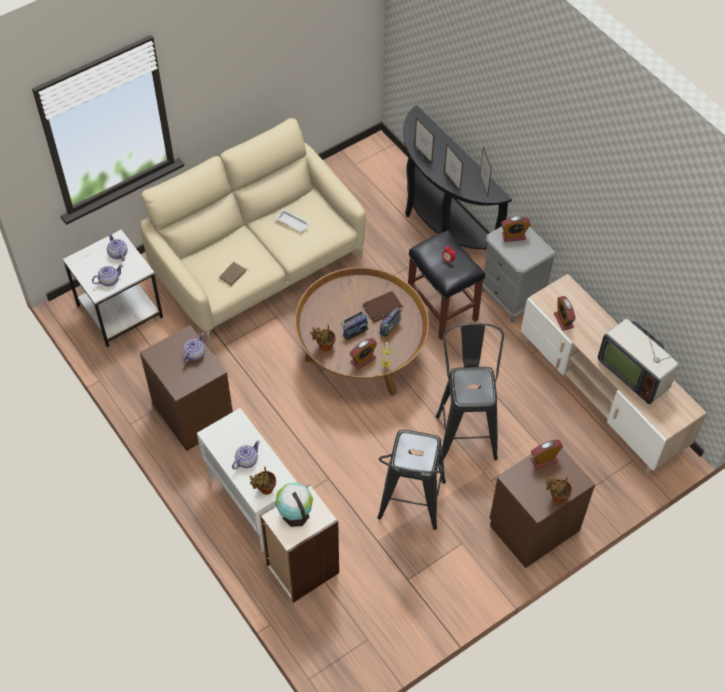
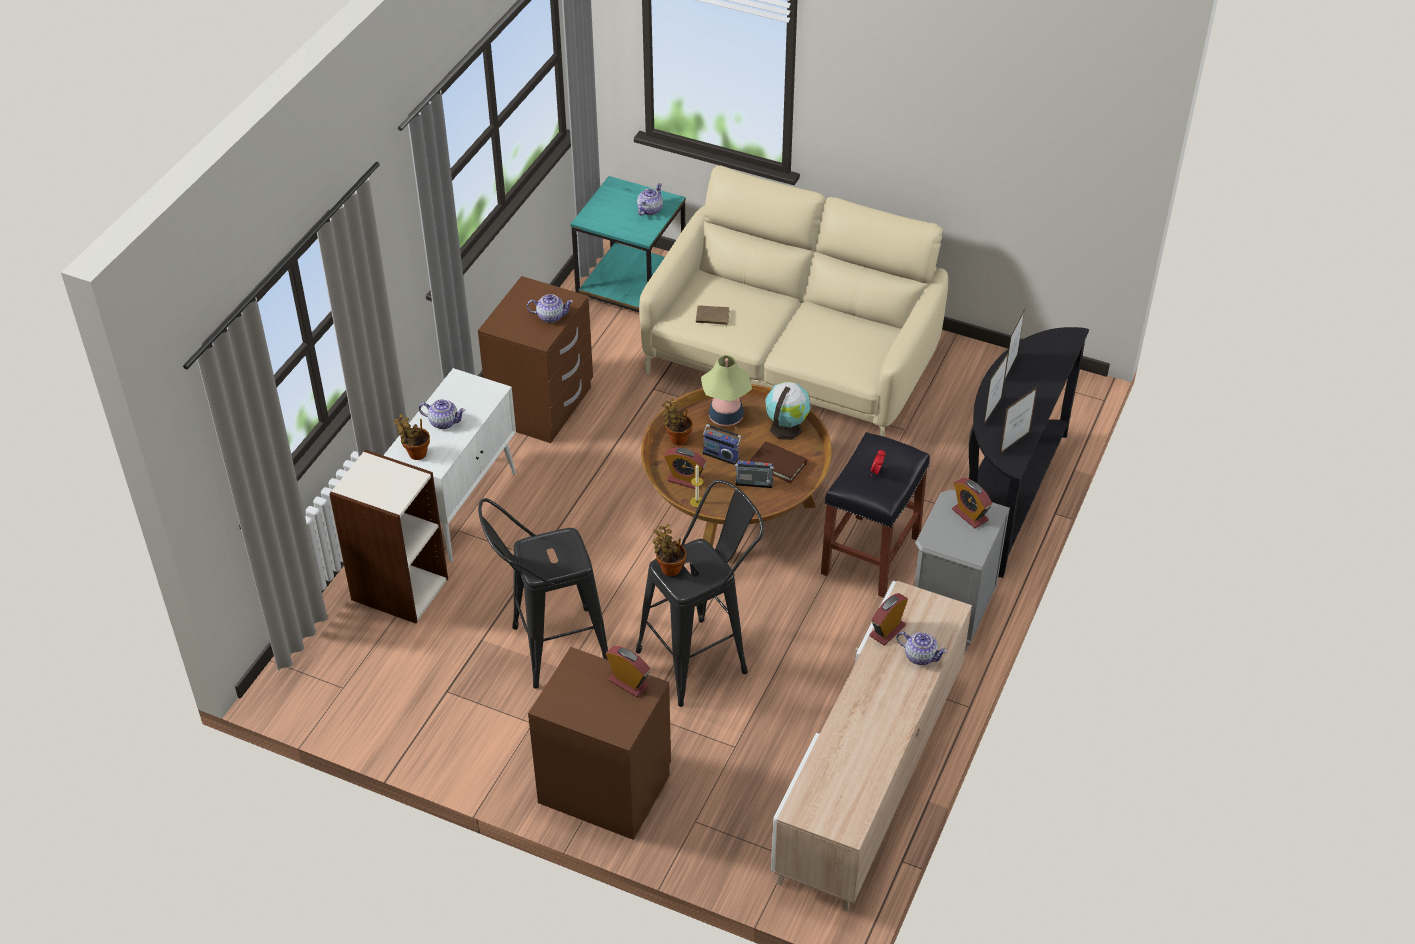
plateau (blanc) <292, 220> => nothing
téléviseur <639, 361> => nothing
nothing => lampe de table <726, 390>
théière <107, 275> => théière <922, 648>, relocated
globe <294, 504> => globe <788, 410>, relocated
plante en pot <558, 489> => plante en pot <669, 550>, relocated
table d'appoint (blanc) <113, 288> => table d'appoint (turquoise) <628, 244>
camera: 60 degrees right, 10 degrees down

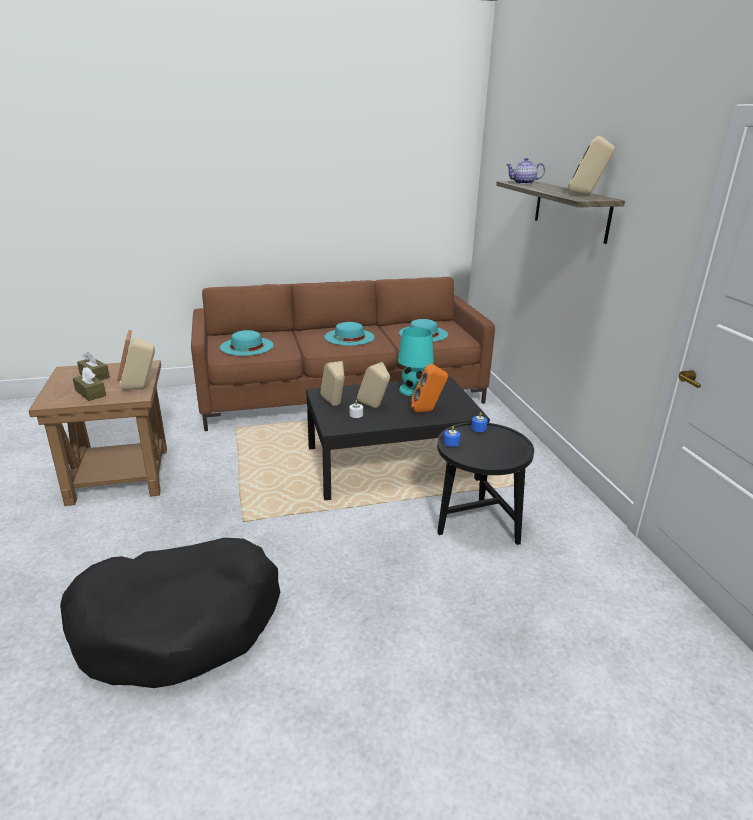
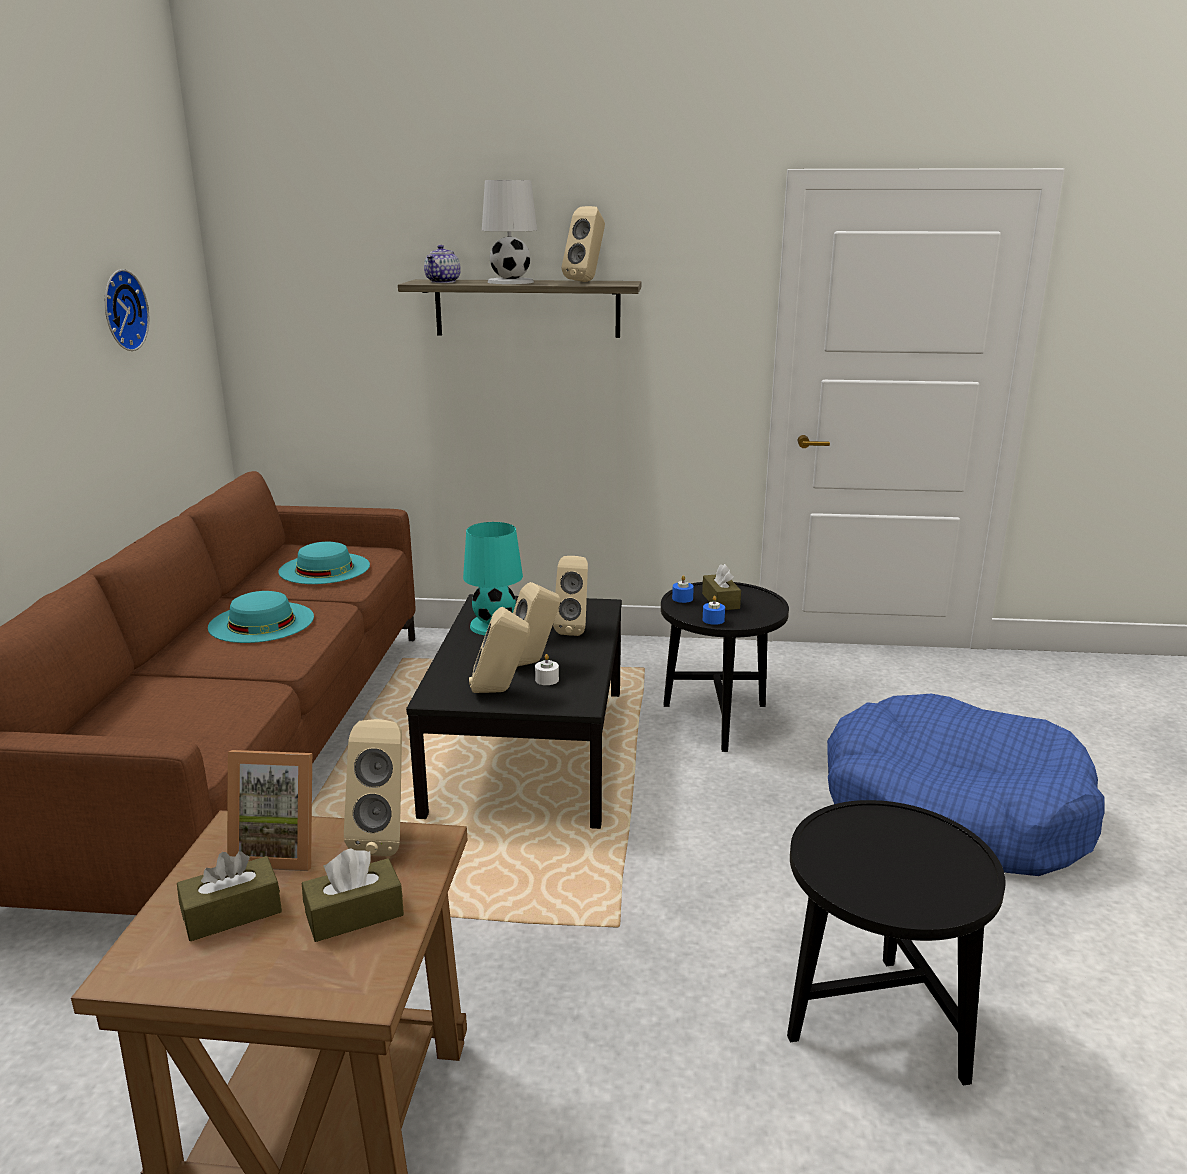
chapeau (turquoise) <246, 343> => nothing
nothing => horloge murale <127, 310>
nothing => lampe de table (blanc) <509, 232>
nothing => boîte à mouchoirs (marron) <721, 587>
nothing => panier pour chien (bleu) <966, 785>
panier pour chien (noir) <170, 613> => table d'appoint (noir) <896, 943>
enceinte (orange) <429, 388> => enceinte (beige) <570, 596>
camera: 70 degrees left, 5 degrees down

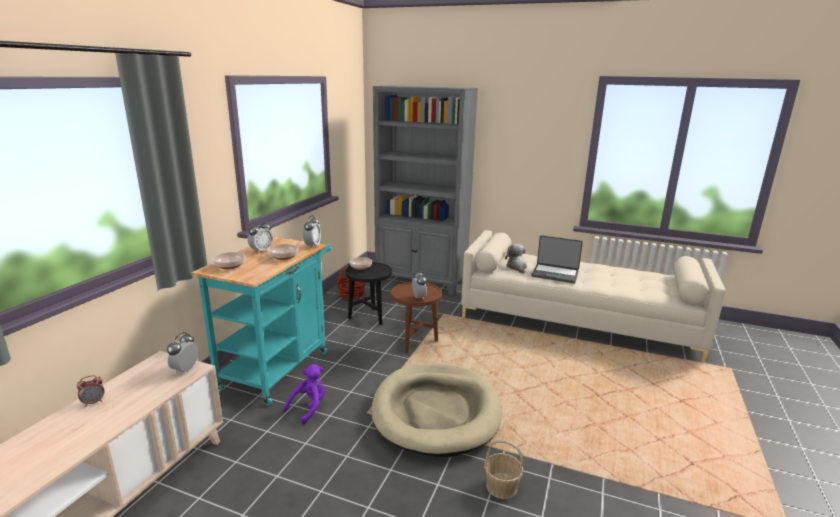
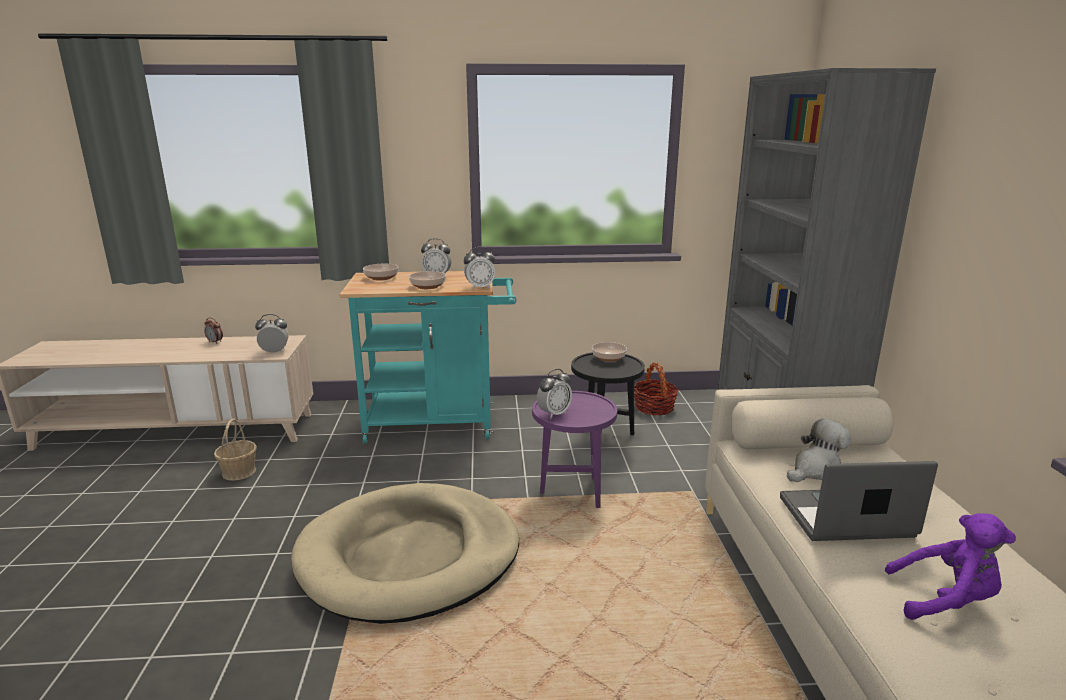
peluche (violet) <304, 394> => peluche (violet) <950, 566>, relocated
panier <503, 469> => panier <235, 450>, relocated
table d'appoint (marron) <416, 317> => table d'appoint (violet) <574, 449>
ordinateur portable <557, 259> => ordinateur portable <859, 501>, 90 degrees clockwise
camera: 65 degrees right, 0 degrees up

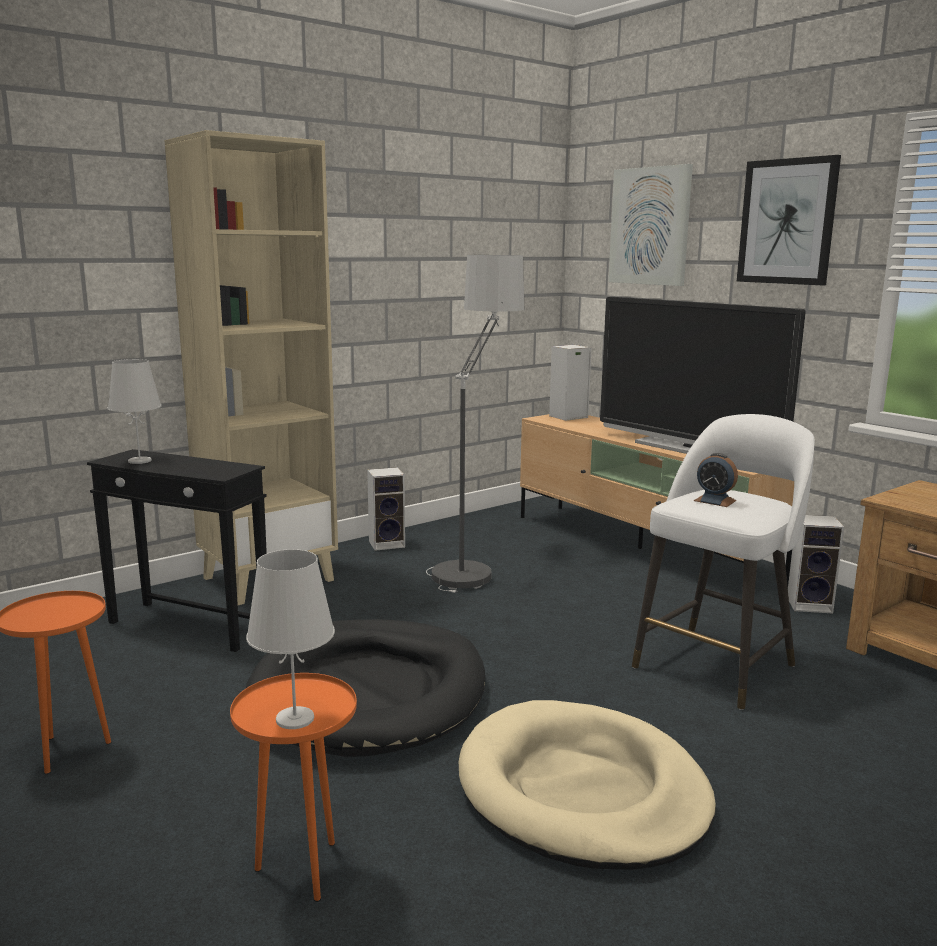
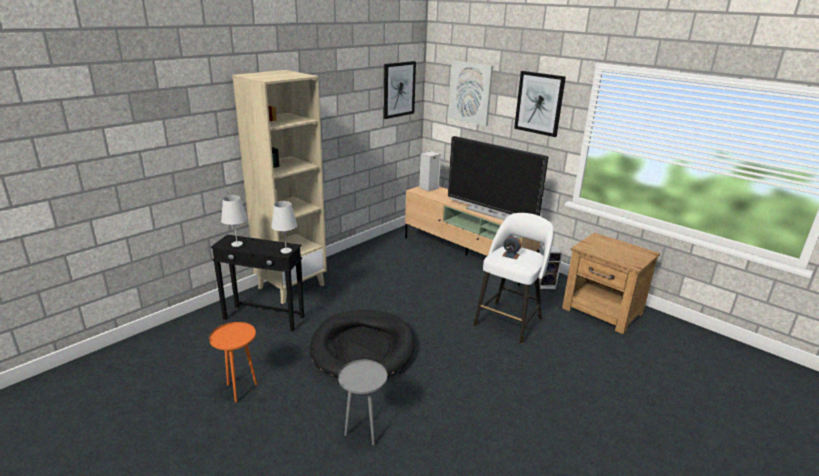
enceinte <386, 509> => nothing
lampadaire <475, 424> => nothing
panier pour chien (beige) <587, 785> => nothing
nothing => tableau <400, 90>
lampe de table (blanc) <290, 639> => lampe de table (blanc) <284, 227>, relocated
table d'appoint (orange) <293, 787> => table d'appoint (gris) <362, 403>
camera: 10 degrees left, 10 degrees up

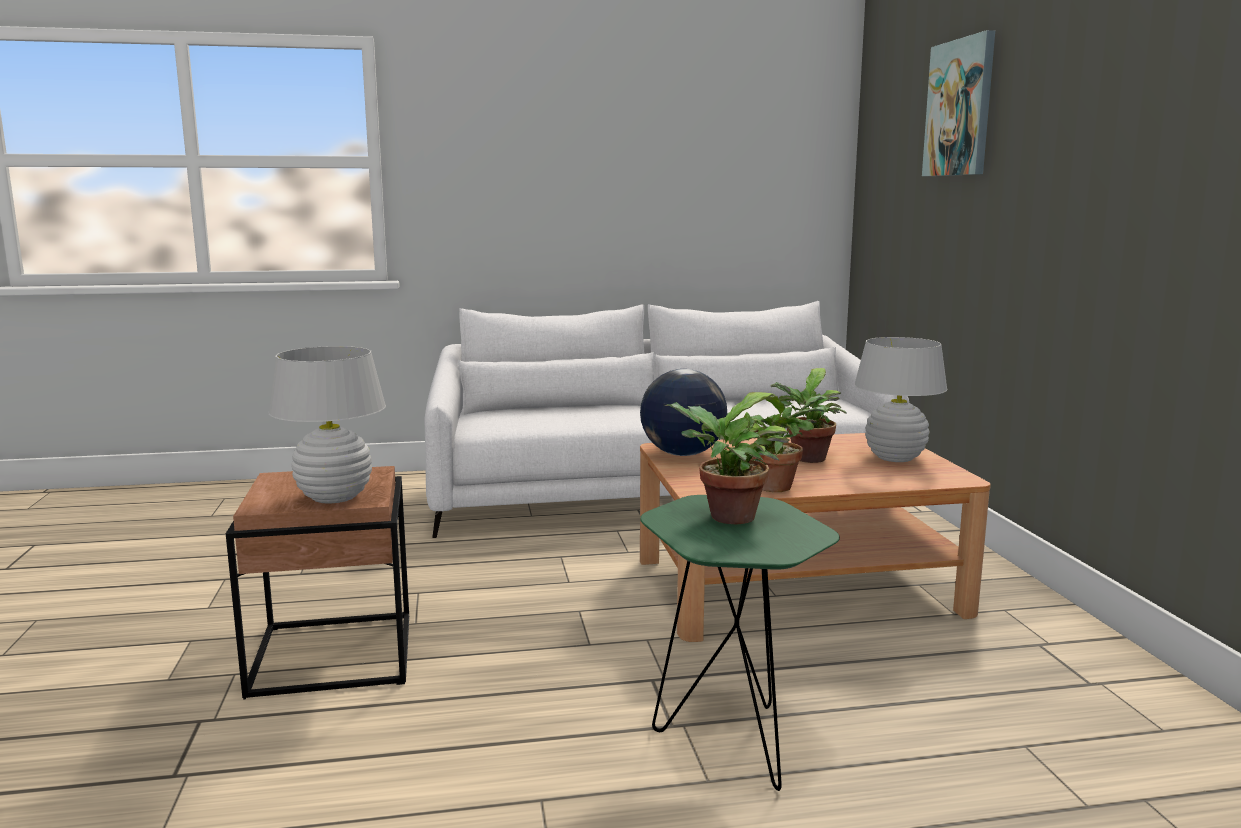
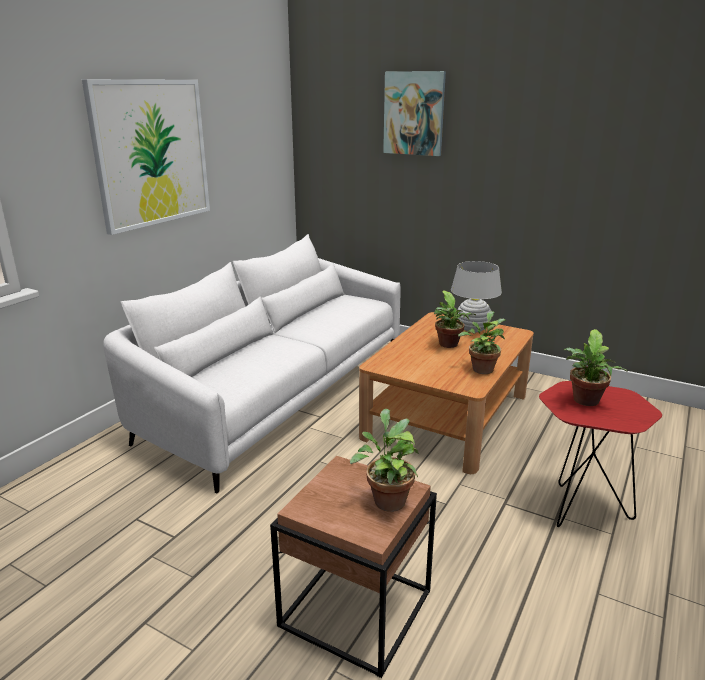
globe <683, 412> => nothing
nothing => tableau <146, 157>
lampe de table (blanc) <327, 425> => plante en pot <384, 460>
table d'appoint (vert) <740, 643> => table d'appoint (rouge) <600, 454>
camera: 50 degrees left, 10 degrees up

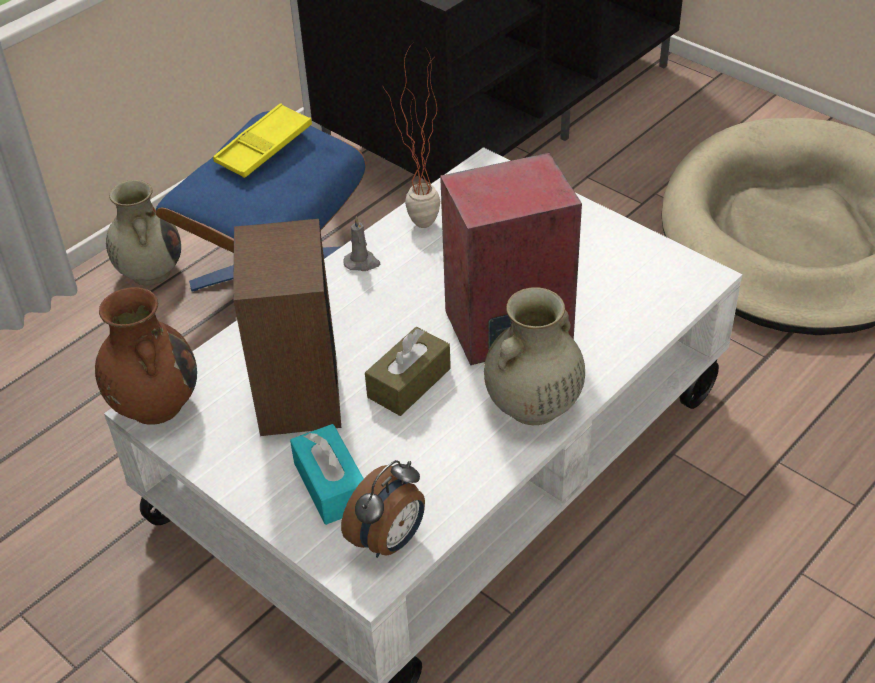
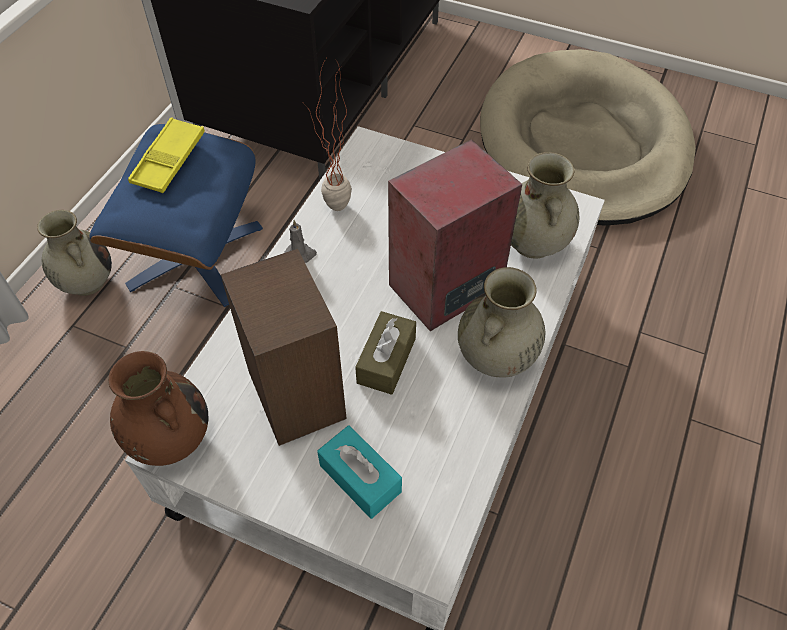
réveil <383, 509> => nothing
nothing => vase (beige) <545, 205>
camera: 20 degrees left, 10 degrees up

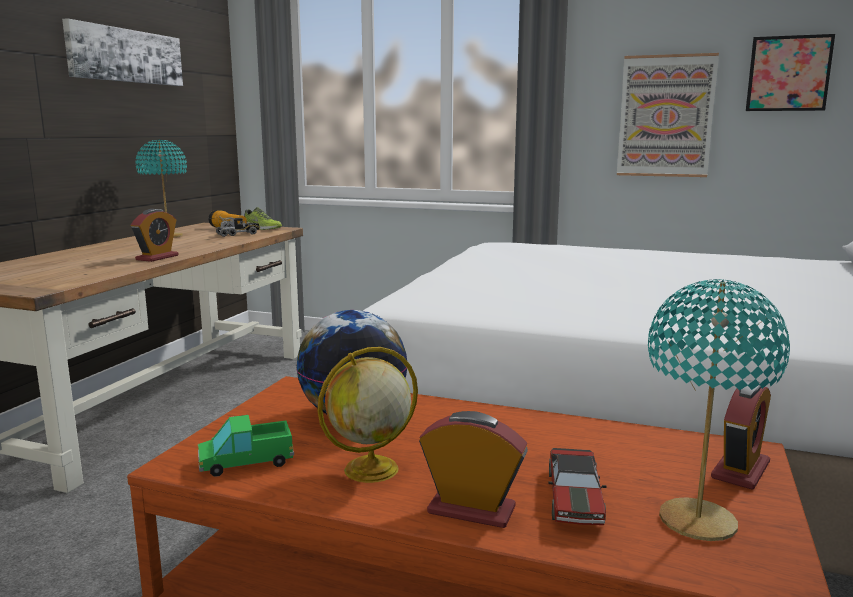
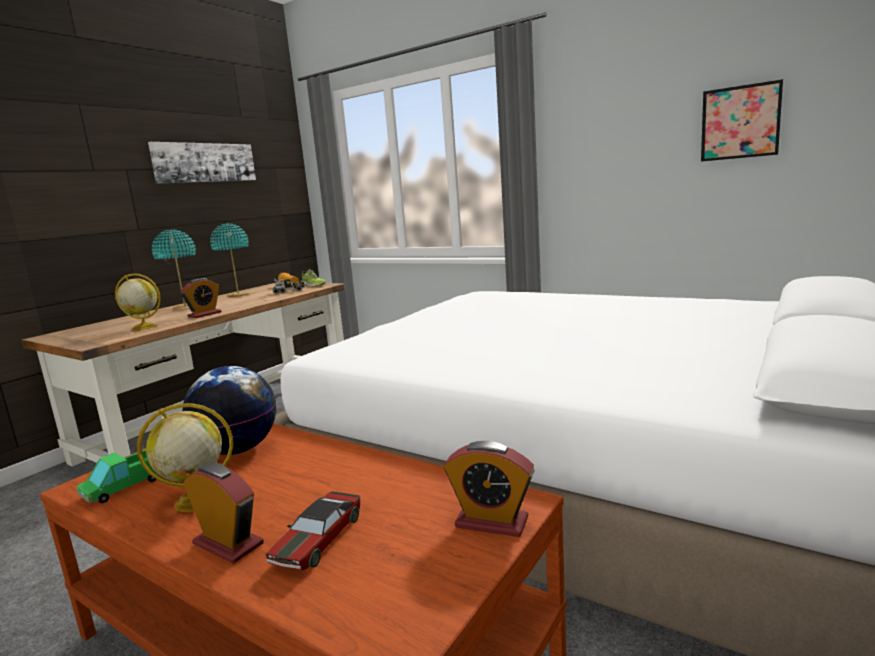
tableau <668, 115> => nothing
nothing => globe <138, 301>
lampe de table (turquoise) <719, 410> => lampe de table (turquoise) <174, 269>, relocated
camion jouet <246, 446> => camion jouet <117, 477>, 45 degrees counterclockwise
réveil <741, 435> => réveil <489, 489>, 60 degrees clockwise
camera: 15 degrees right, 0 degrees up

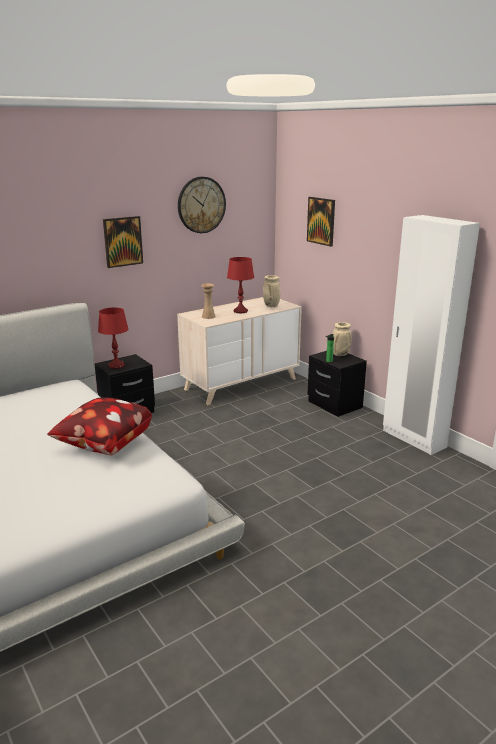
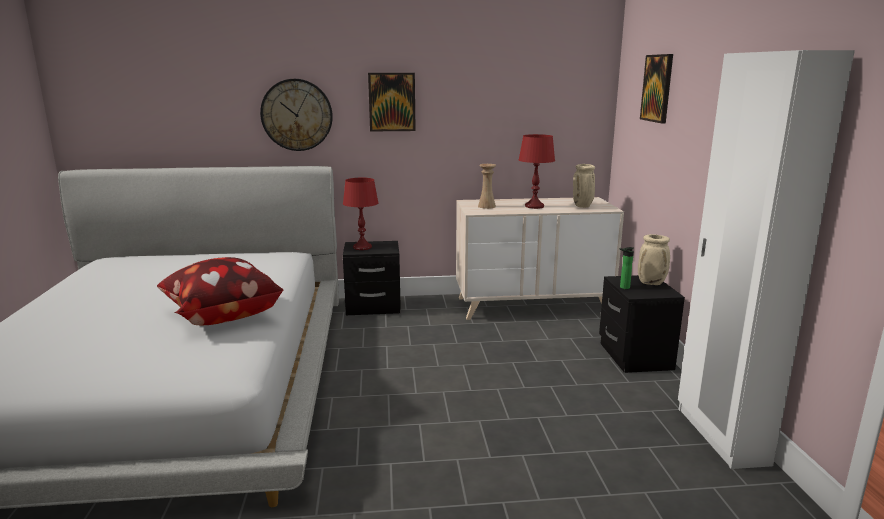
horloge murale <202, 205> => horloge murale <296, 115>, relocated
camera: 30 degrees right, 5 degrees down

